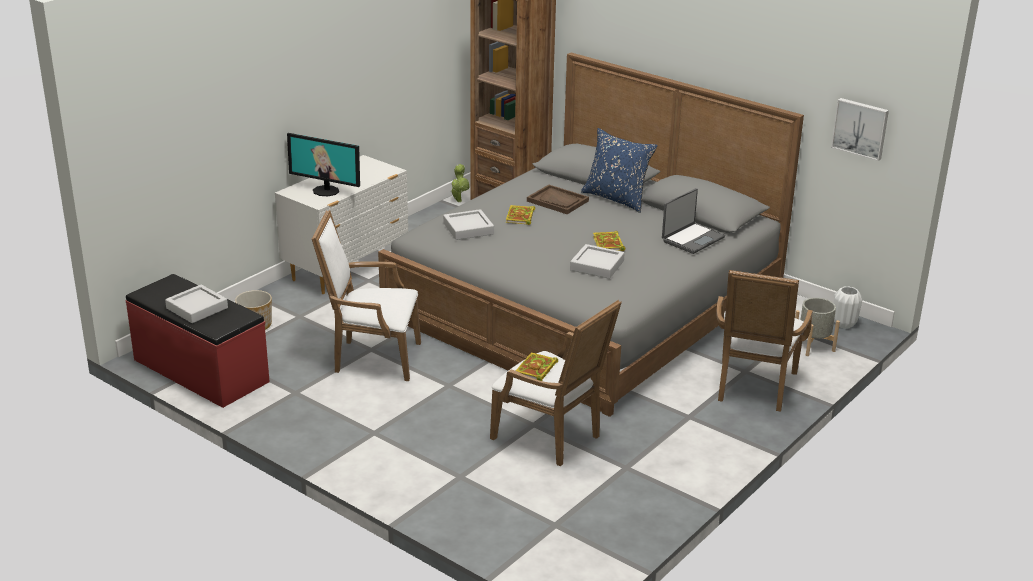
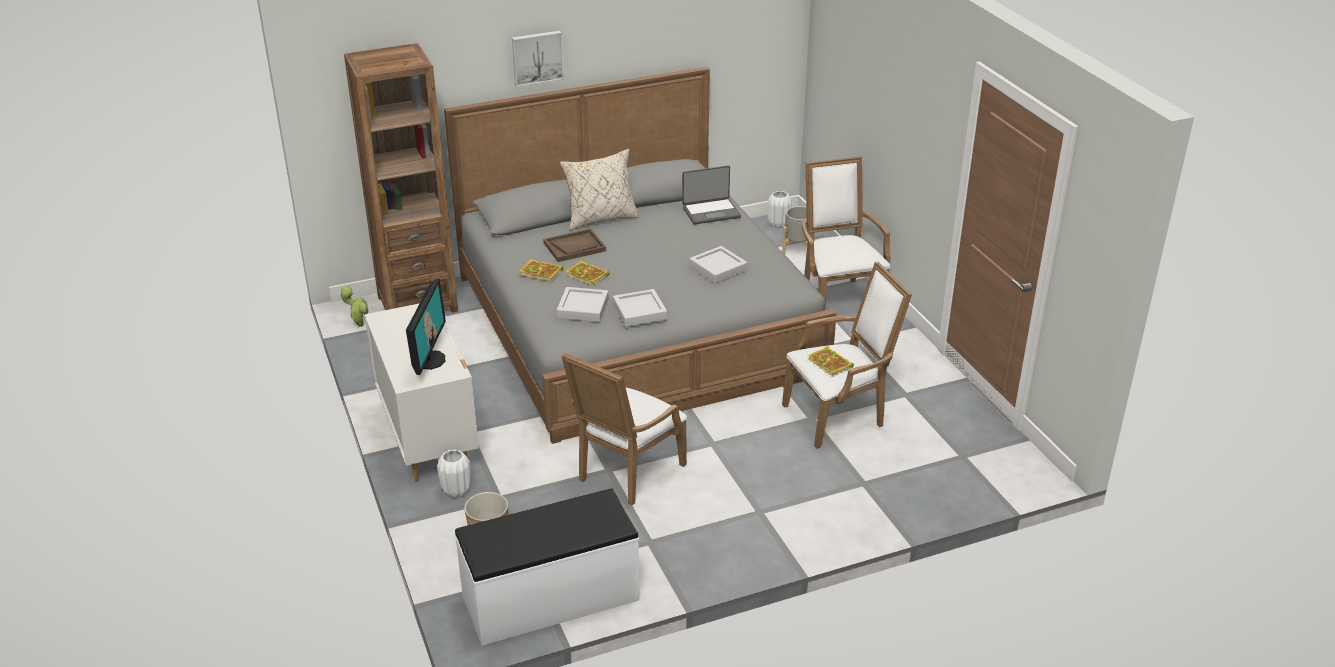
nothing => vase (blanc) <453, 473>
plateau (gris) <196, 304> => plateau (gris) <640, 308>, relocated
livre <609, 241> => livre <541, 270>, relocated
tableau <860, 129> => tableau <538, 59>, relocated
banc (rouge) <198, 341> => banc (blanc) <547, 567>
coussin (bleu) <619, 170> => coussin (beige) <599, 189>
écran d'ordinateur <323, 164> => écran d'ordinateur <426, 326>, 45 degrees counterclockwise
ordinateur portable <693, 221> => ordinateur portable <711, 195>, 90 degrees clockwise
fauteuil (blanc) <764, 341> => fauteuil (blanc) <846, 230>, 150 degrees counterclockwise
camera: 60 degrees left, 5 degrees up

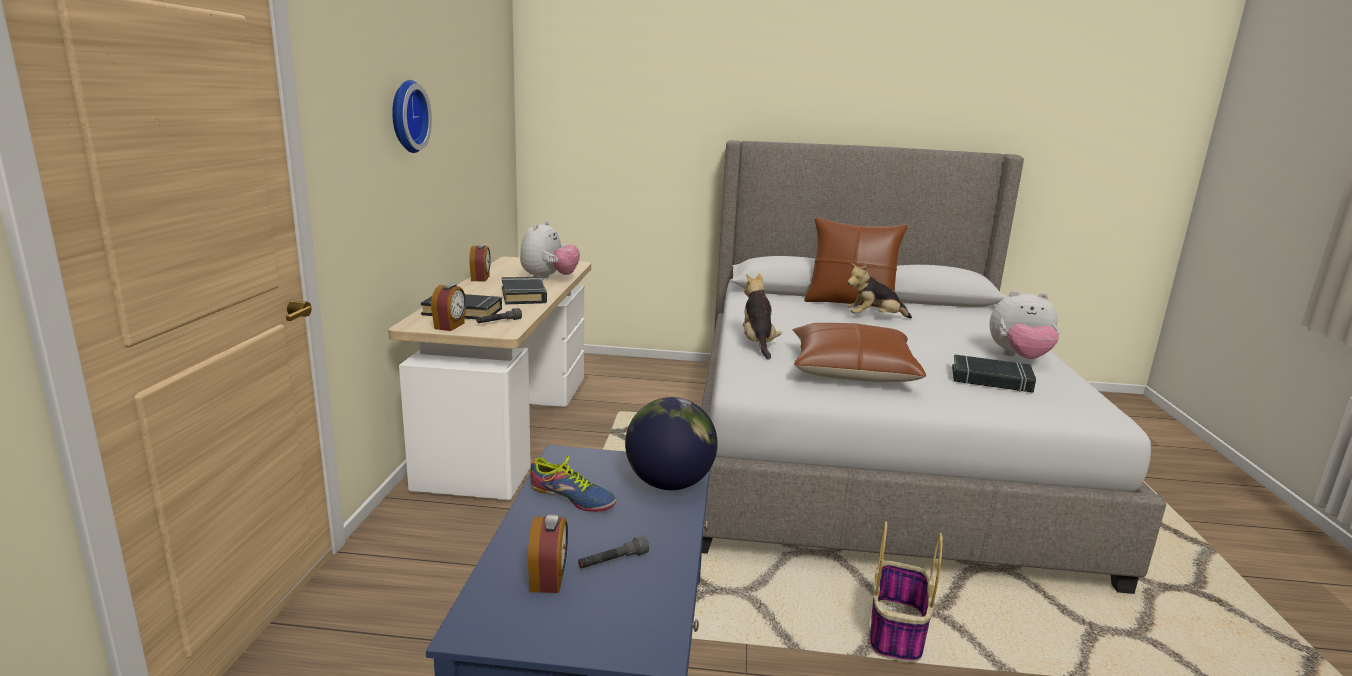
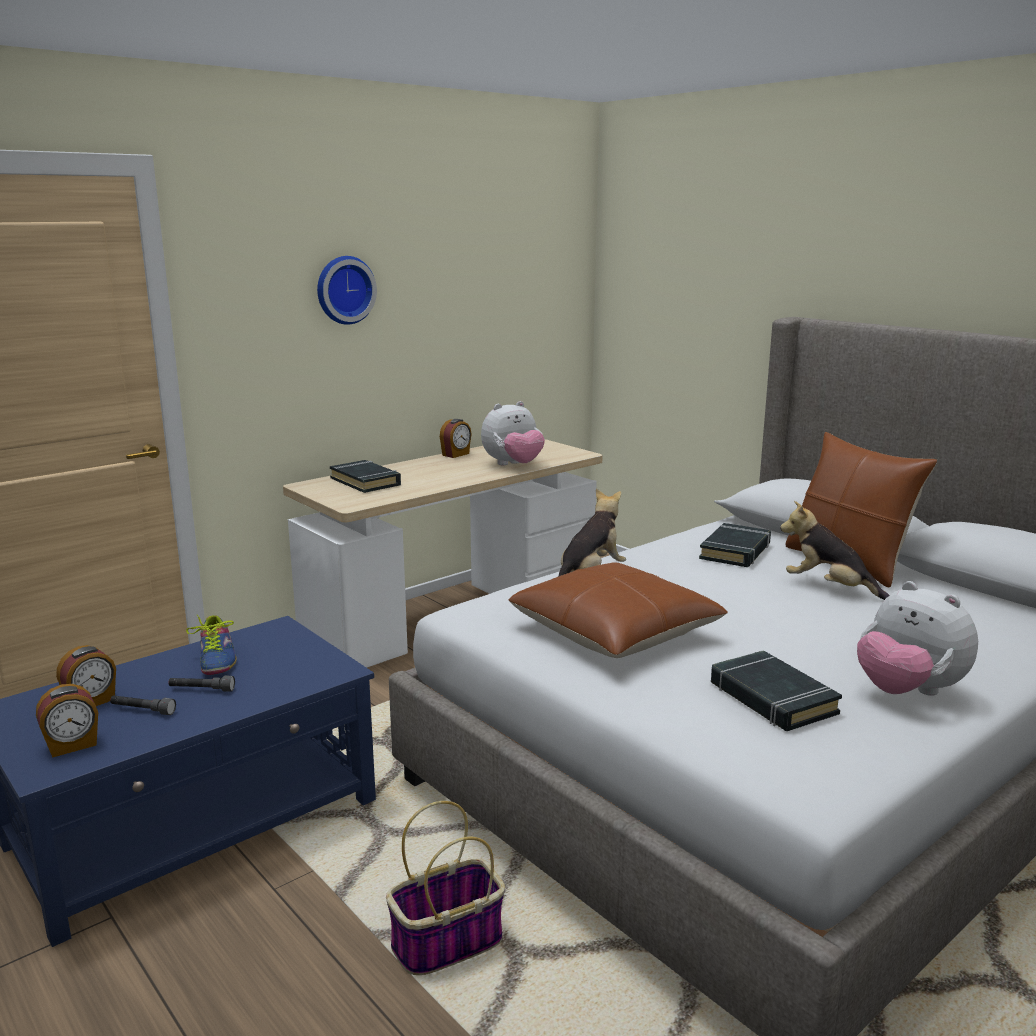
globe <671, 443> => nothing
réveil <448, 307> => réveil <67, 721>, relocated
lampe de poche (gris) <499, 315> => lampe de poche (gris) <202, 683>, relocated
livre (noir) <524, 290> => livre (noir) <735, 545>, relocated
camera: 45 degrees right, 0 degrees up

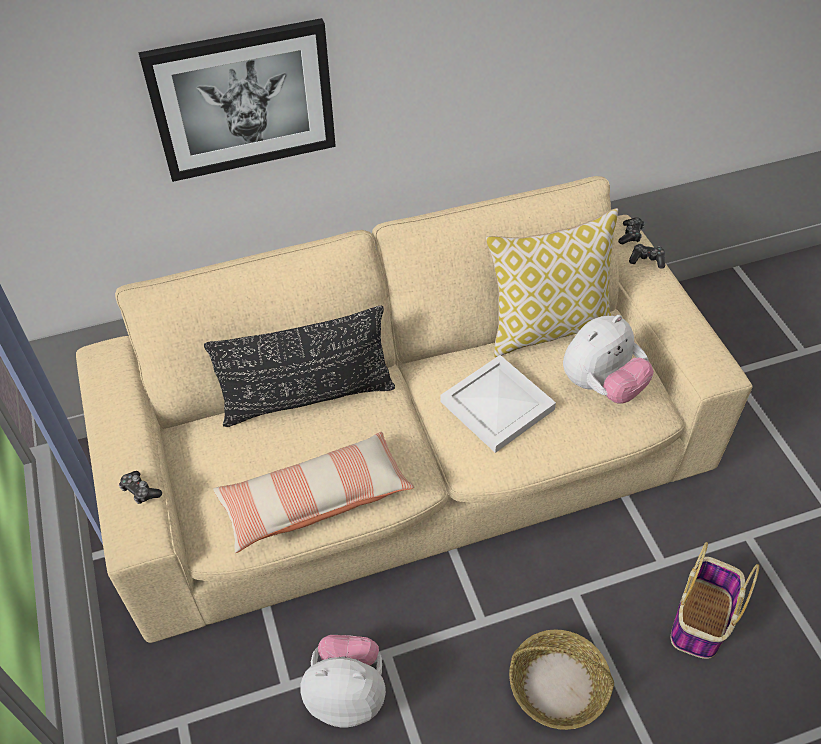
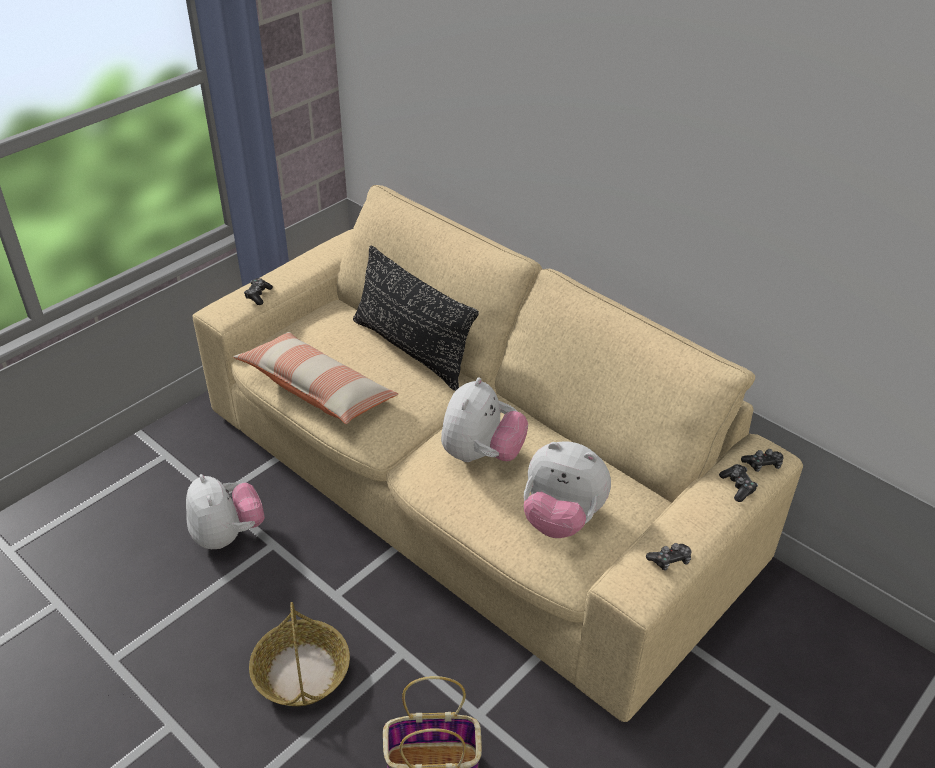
tableau <237, 100> => nothing
coussin <552, 282> => nothing
nothing => manette <668, 557>
plateau (blanc) <498, 404> => peluche <484, 419>
camera: 60 degrees right, 10 degrees down

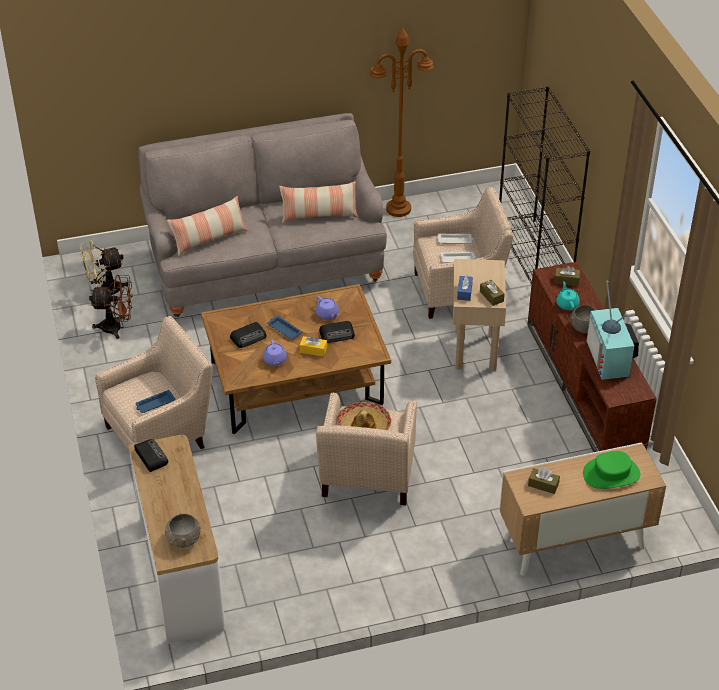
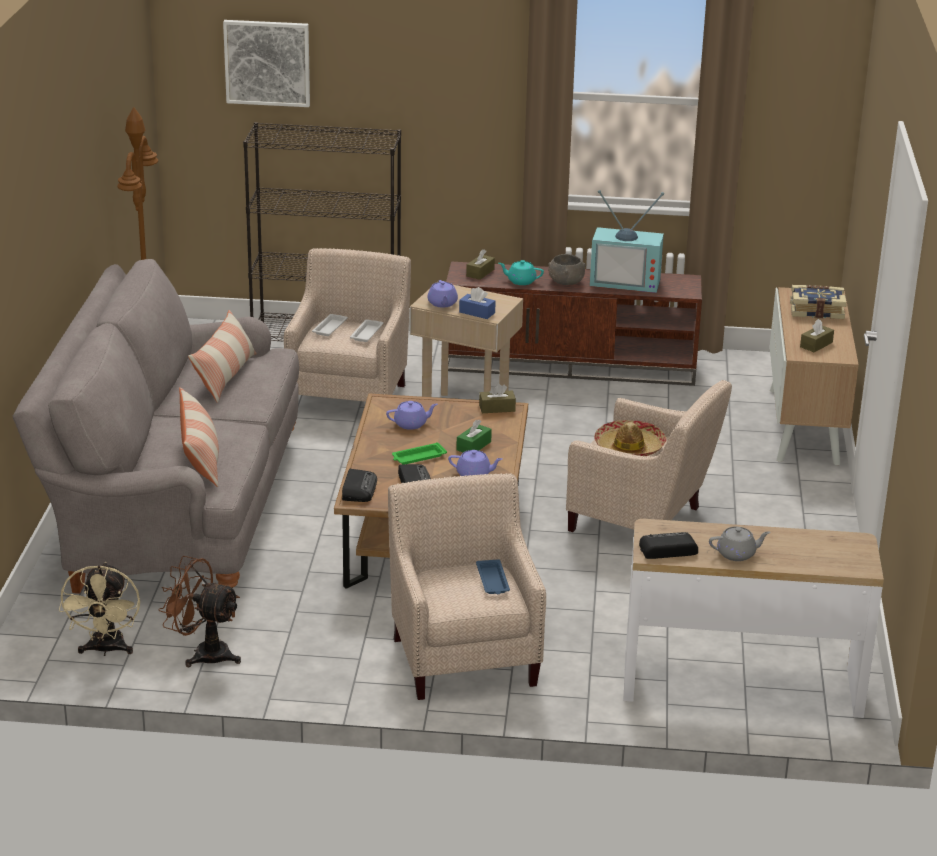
bol (gris) <183, 530> => nothing
nothing => tableau <266, 63>
nothing => théière (violet) <443, 294>
nothing => théière (gris) <740, 544>
radio <337, 332> => radio <359, 485>, relocated
boîte à mouchoirs (marron) <492, 293> => boîte à mouchoirs (marron) <497, 398>, relocated
chapeau (vert) <611, 470> => livre <818, 302>
plateau (bleu) <284, 328> => plateau (vert) <419, 453>
boîte à mouchoirs (jaune) <313, 346> => boîte à mouchoirs (vert) <474, 435>
ventilateur (marron) <111, 307> => ventilateur (marron) <200, 611>, 90 degrees counterclockwise
camera: 70 degrees left, 15 degrees down

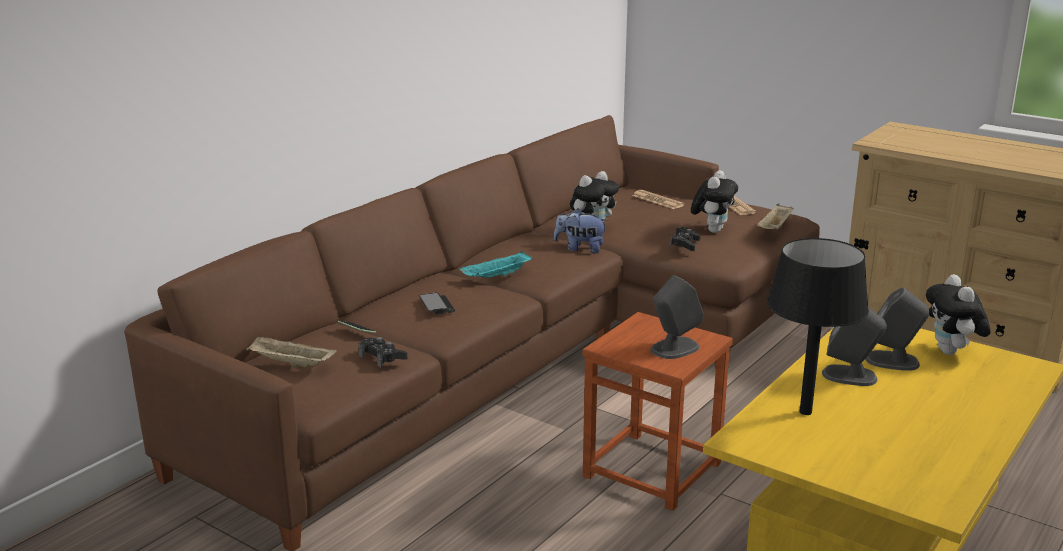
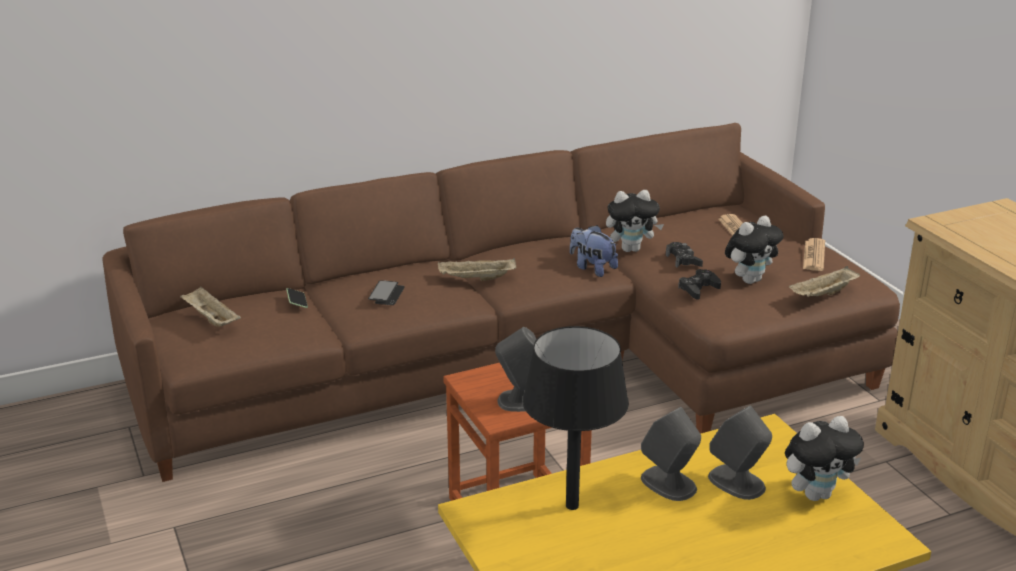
manette (noir) <382, 352> => manette (noir) <684, 255>, relocated
plateau (turquoise) <496, 264> => plateau (beige) <477, 269>
peluche <958, 314> => peluche <824, 458>, 135 degrees counterclockwise
camera: 30 degrees right, 5 degrees up

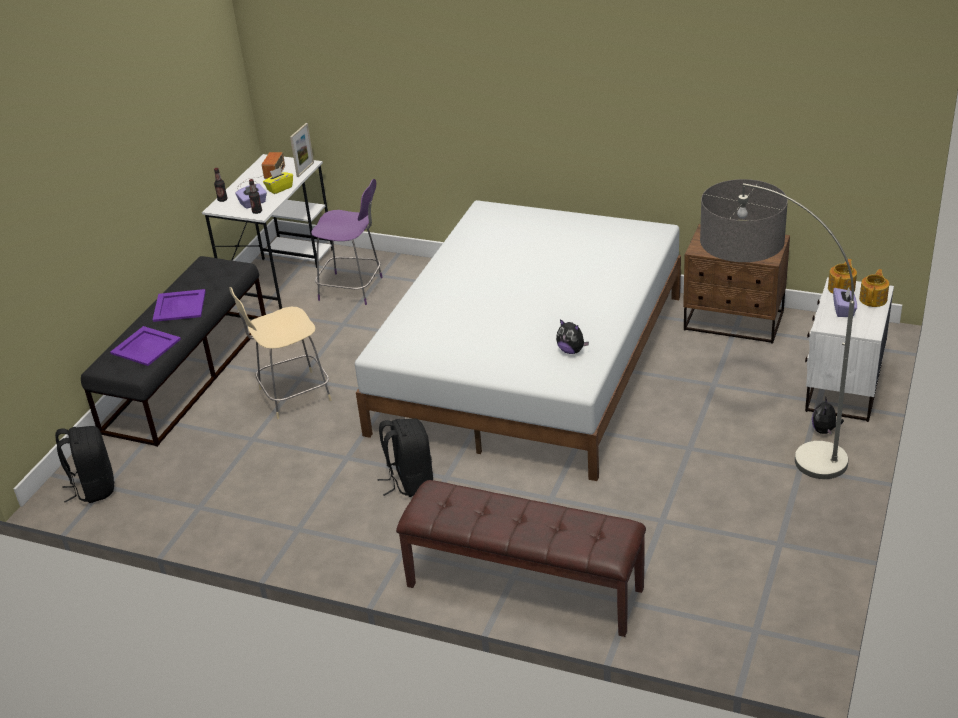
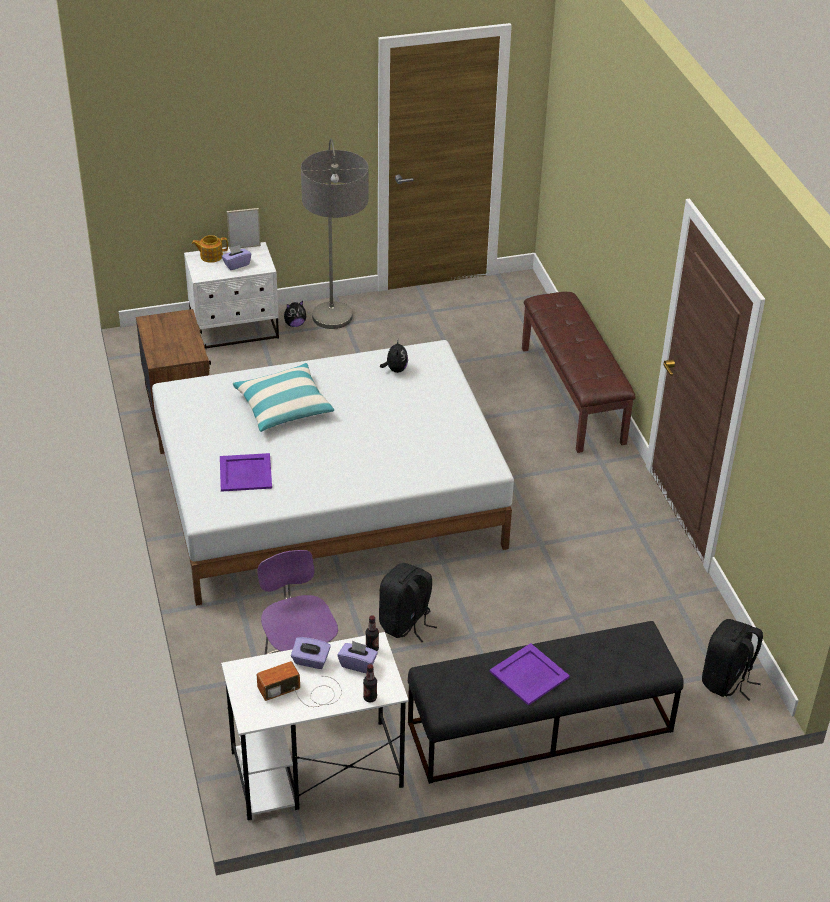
chaise (beige) <280, 353> => nothing
théière <842, 276> => nothing
nothing => coussin <283, 397>
plateau (violet) <145, 346> => plateau (violet) <246, 472>, relocated
cadre photo <302, 150> => cadre photo <244, 228>, relocated
sac à dos (noir) <405, 457> => sac à dos (noir) <408, 602>, relocated
boîte à mouchoirs (jaune) <278, 181> => boîte à mouchoirs (violet) <311, 653>
camera: 130 degrees left, 5 degrees up

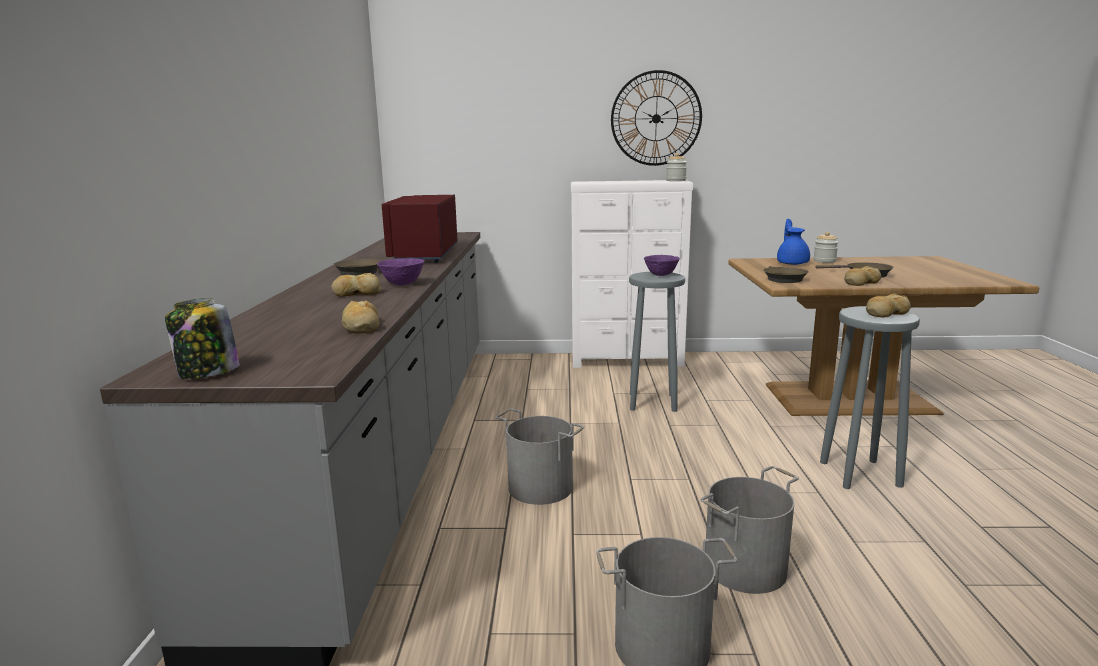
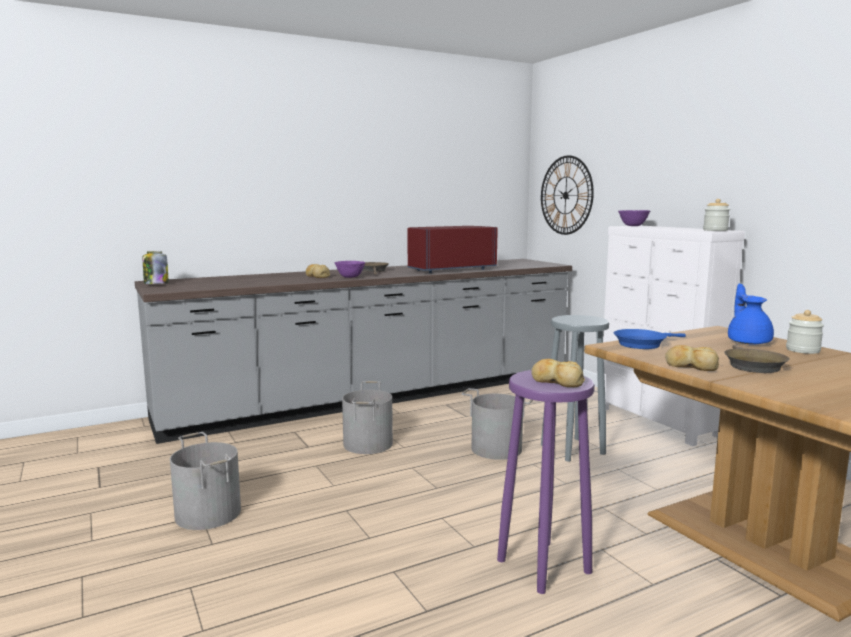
pain <360, 317> => nothing
horloge murale <656, 118> => horloge murale <567, 195>, relocated
bol (violet) <662, 265> => bol (violet) <634, 218>, relocated
seau (gris) <749, 530> => seau (gris) <497, 424>, relocated
poêle (marron) <786, 274> => poêle (bleu) <650, 339>
tabouret (gris) <870, 397> => tabouret (violet) <546, 482>
théière (bleu) <793, 242> => théière (bleu) <751, 314>, 60 degrees counterclockwise
camera: 60 degrees right, 5 degrees down

